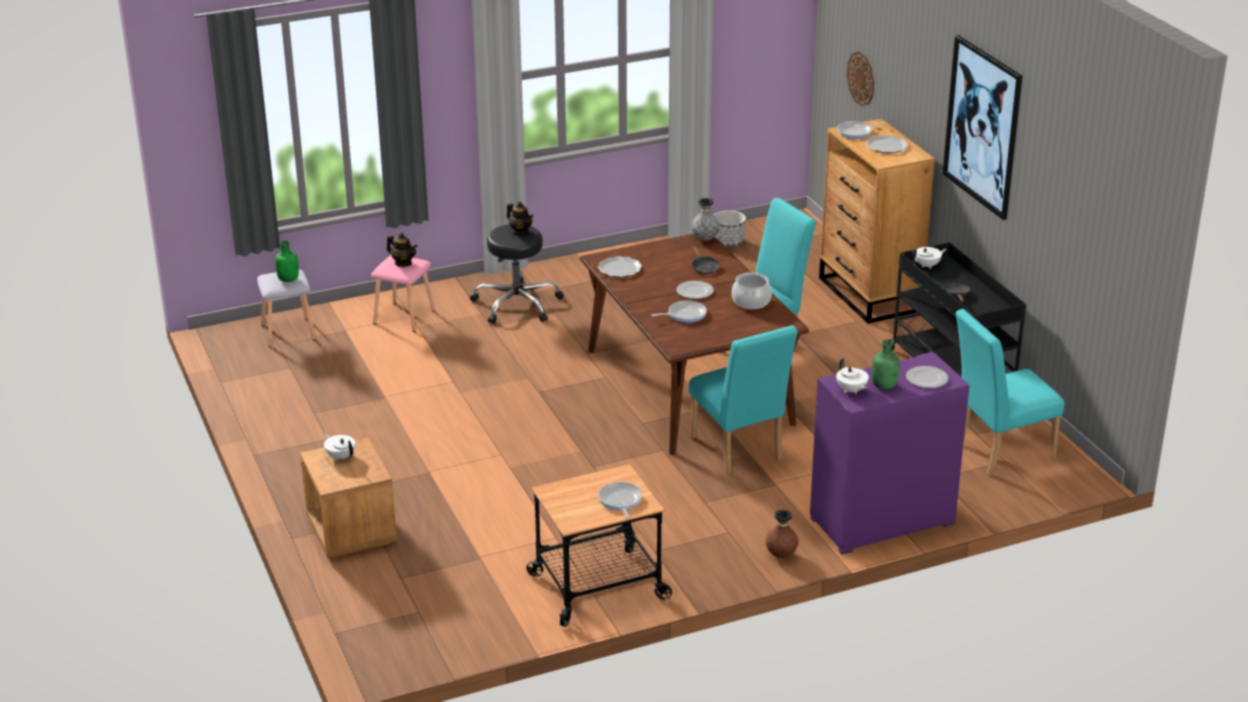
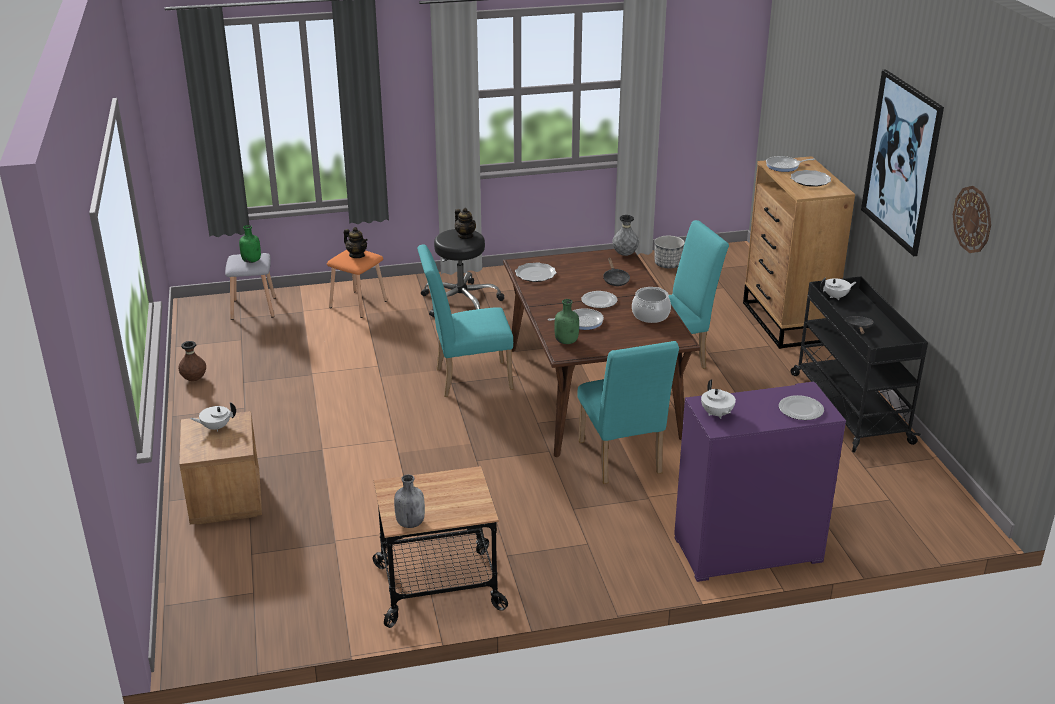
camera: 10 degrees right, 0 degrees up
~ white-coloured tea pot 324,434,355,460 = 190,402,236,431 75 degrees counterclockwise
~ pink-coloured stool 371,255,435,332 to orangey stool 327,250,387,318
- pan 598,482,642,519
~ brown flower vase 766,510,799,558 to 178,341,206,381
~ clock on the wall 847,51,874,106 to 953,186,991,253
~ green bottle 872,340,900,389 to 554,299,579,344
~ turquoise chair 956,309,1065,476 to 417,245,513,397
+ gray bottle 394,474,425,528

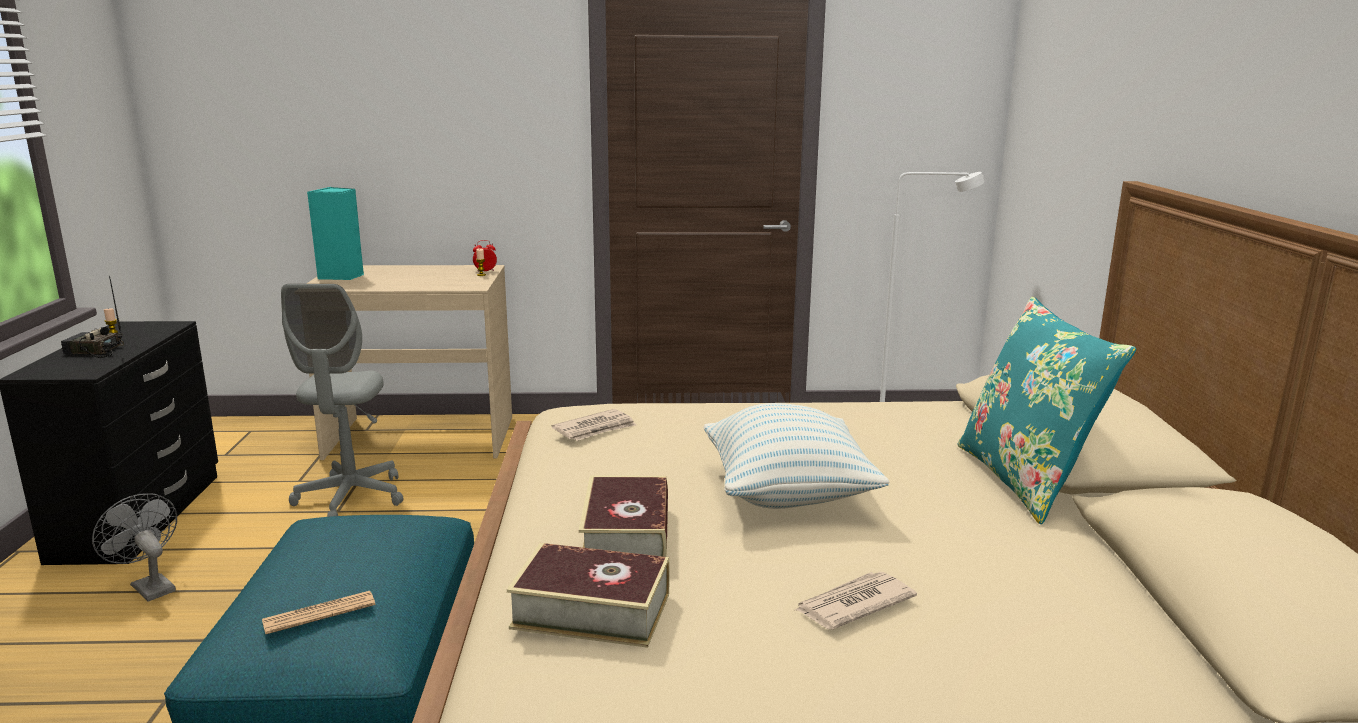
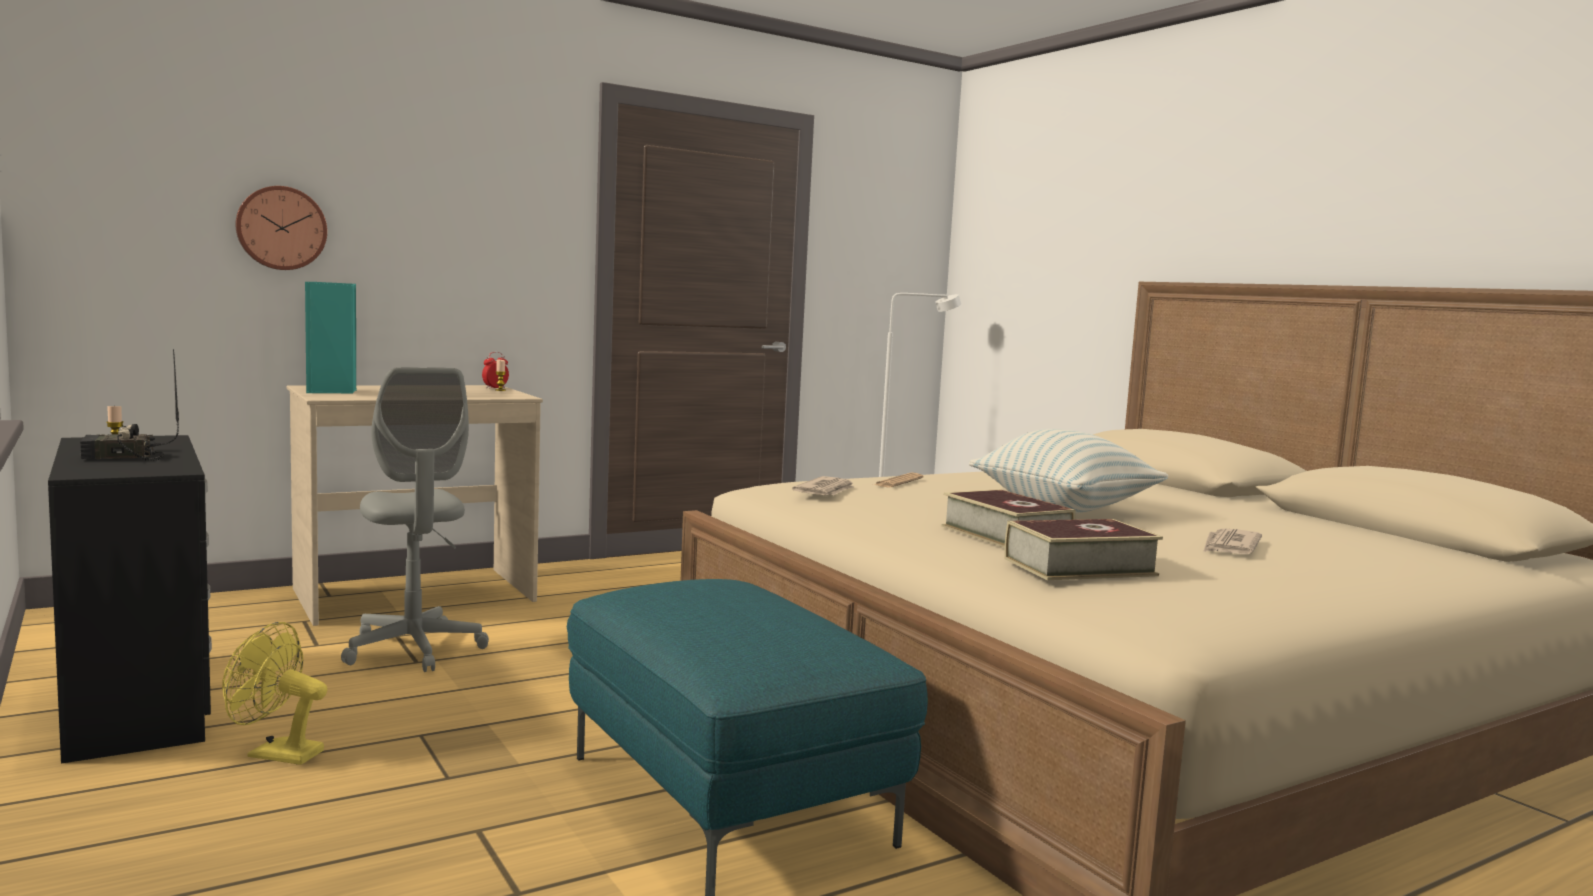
camera: 30 degrees left, 10 degrees down
~ gray electric fan 92,493,177,602 to yellow-coloured electric fan 222,622,328,765
~ newspaper 262,591,375,634 to 874,473,924,488
- turquoise throw pillow 957,297,1136,525
+ clock on the wall 236,186,327,270

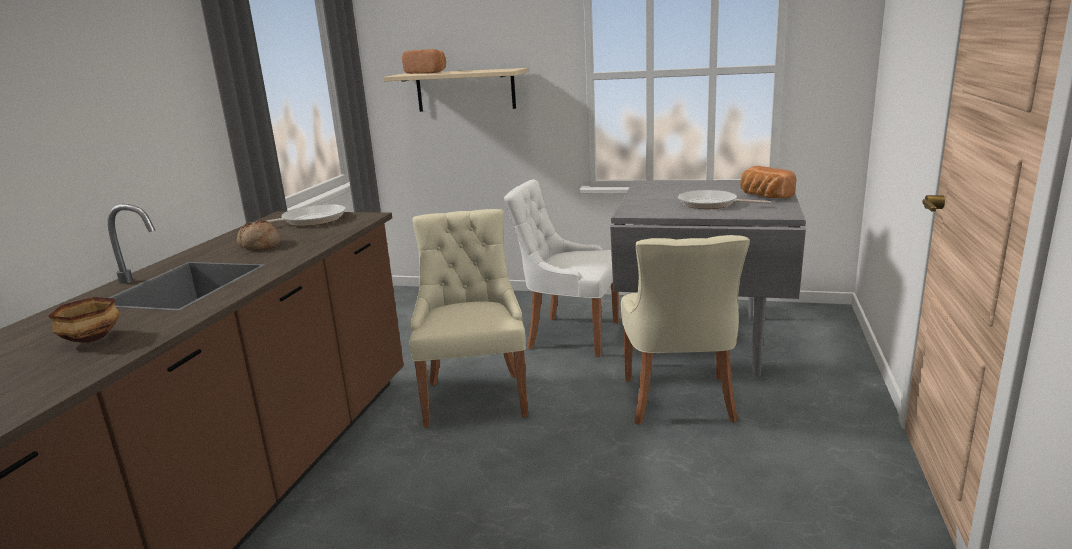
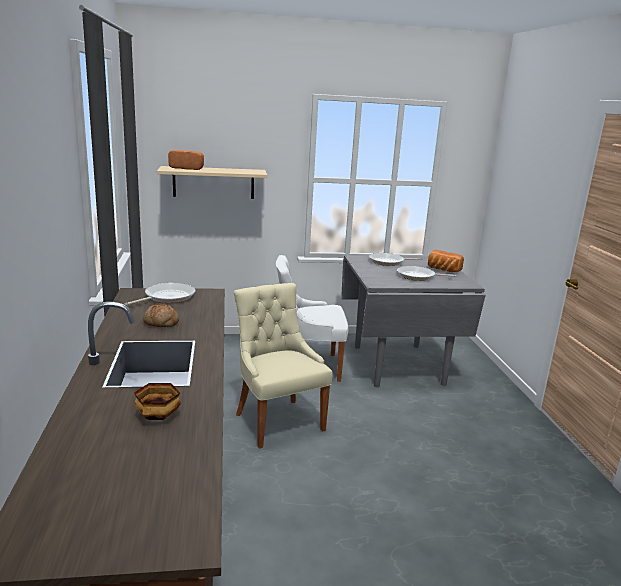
camera: 25 degrees left, 0 degrees up
- beige-coloured chair 621,235,750,425
+ pan 369,253,422,266

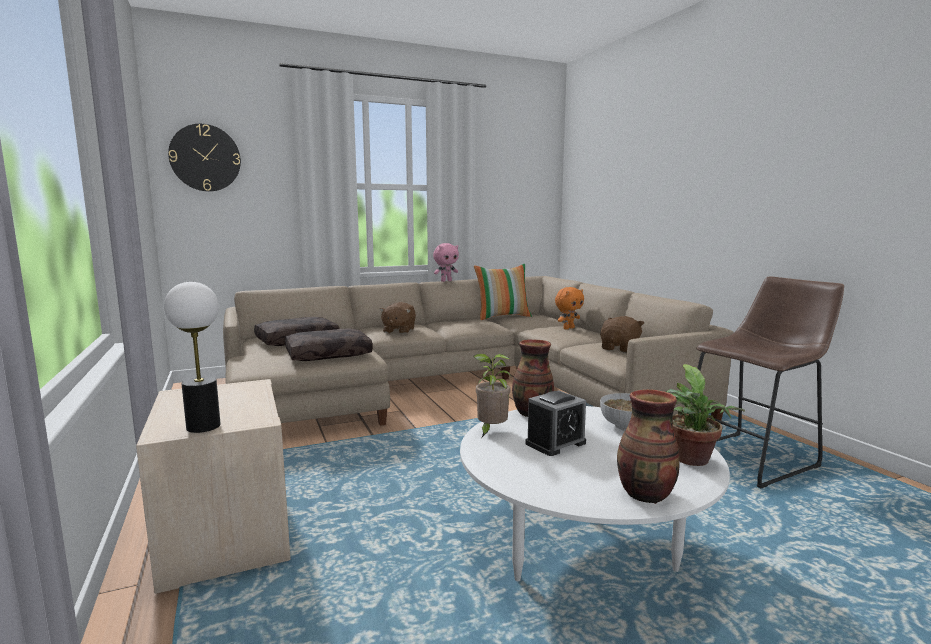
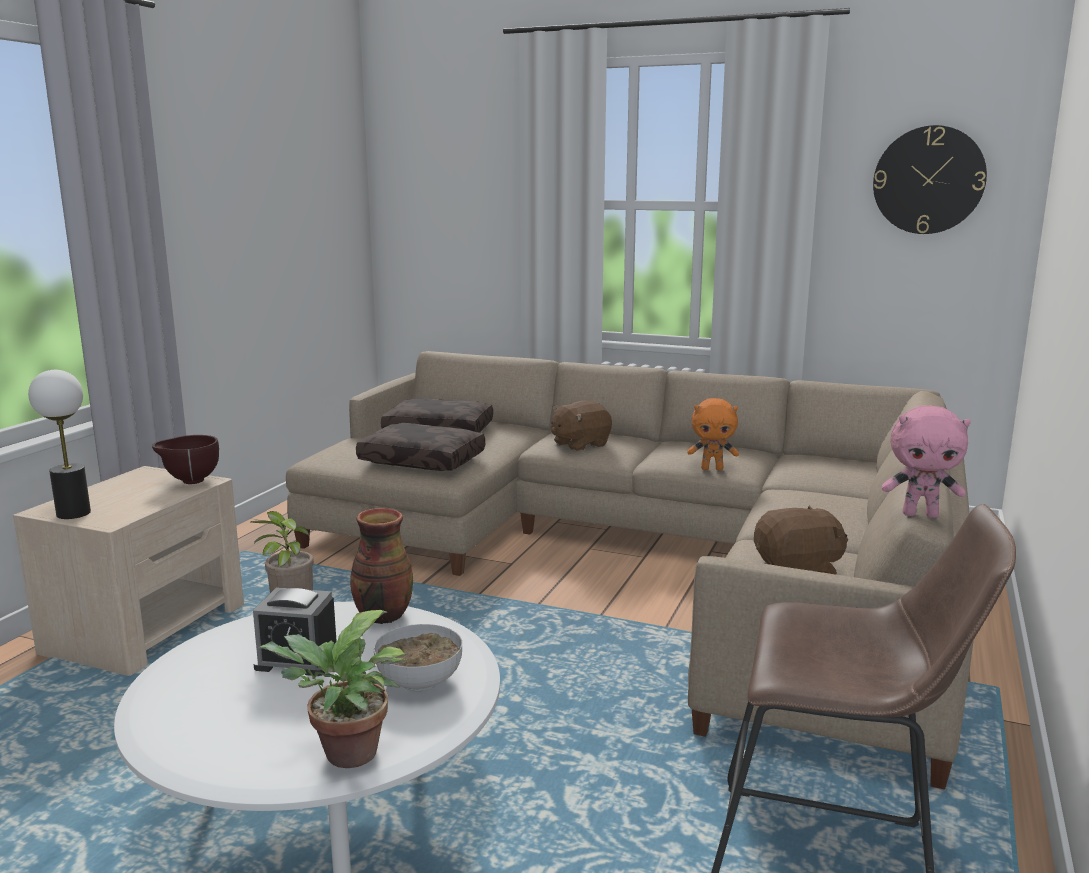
camera: 45 degrees right, 5 degrees up
~ clock on the wall 168,124,241,192 to 873,125,987,234
~ pink-coloured soft toy 433,243,459,282 to 882,405,971,518
- throw pillow 474,264,532,320
~ orangey soft toy 555,287,584,330 to 687,398,739,470
- flower vase 617,389,680,504
+ brown serving bowl 152,435,219,484

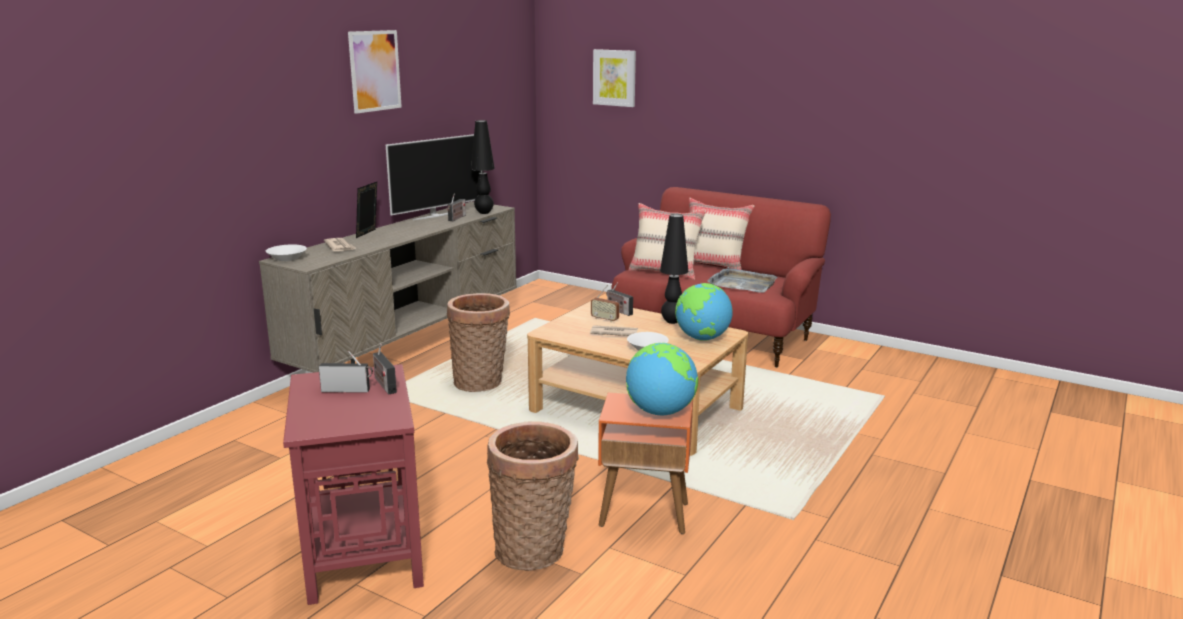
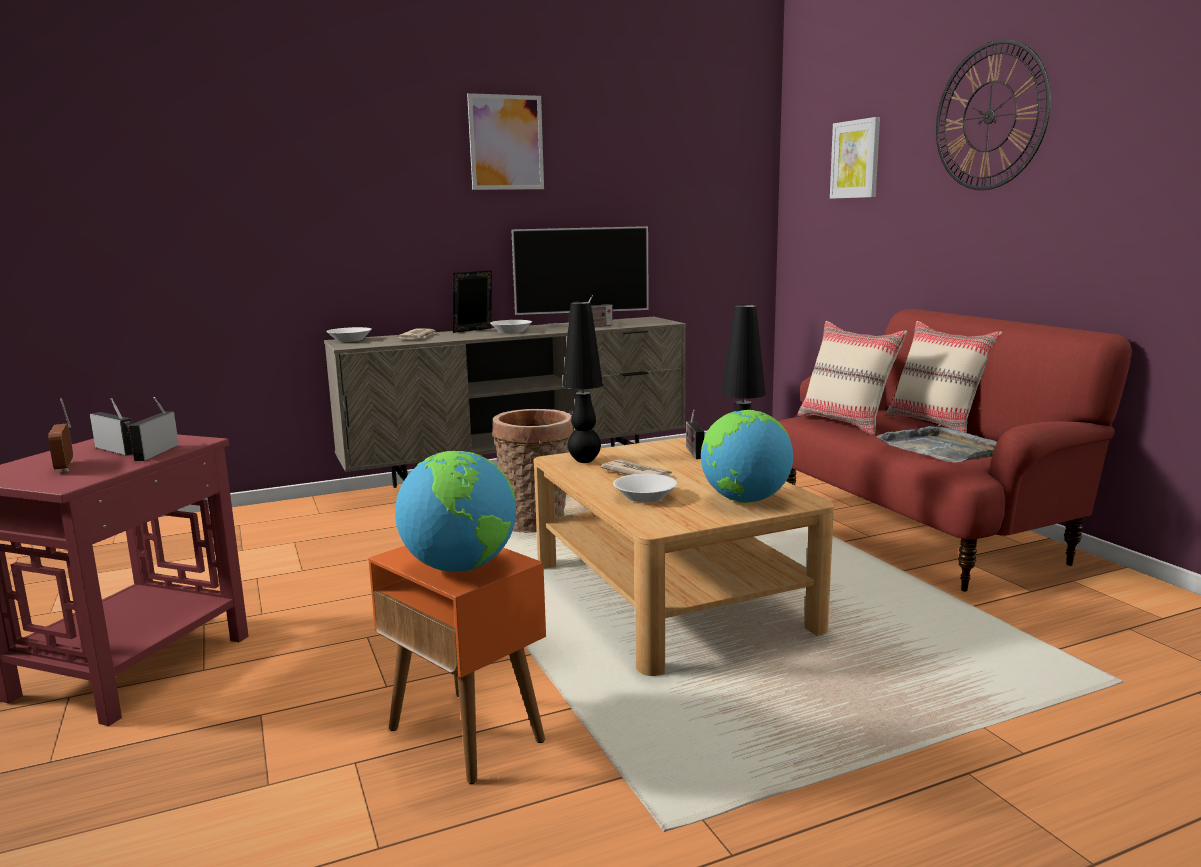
camera: 35 degrees right, 5 degrees down
~ black-coloured tabletop lamp 471,120,495,214 to 562,302,603,463
- basket 487,421,579,571
~ radio 591,285,619,322 to 48,398,73,473
+ white-coloured serving bowl 490,320,532,333
+ clock on the wall 936,39,1051,190

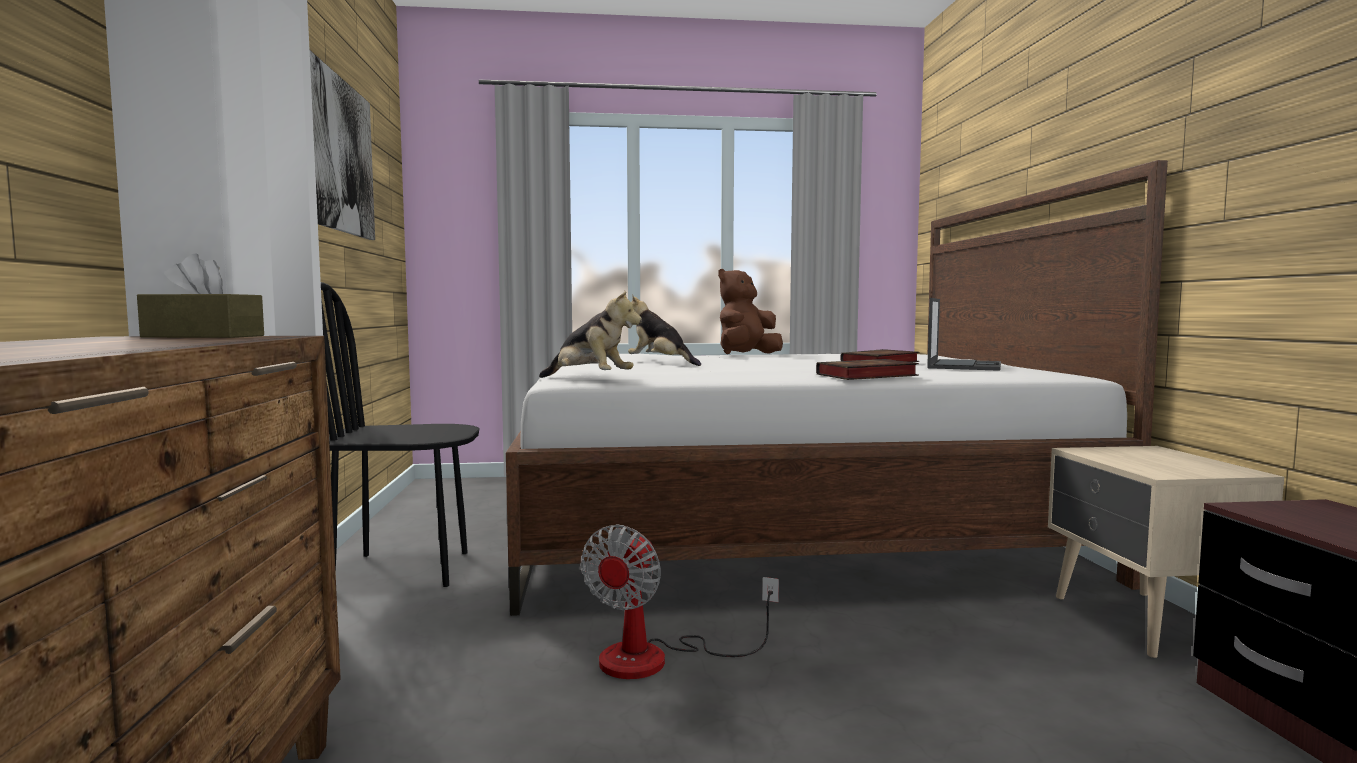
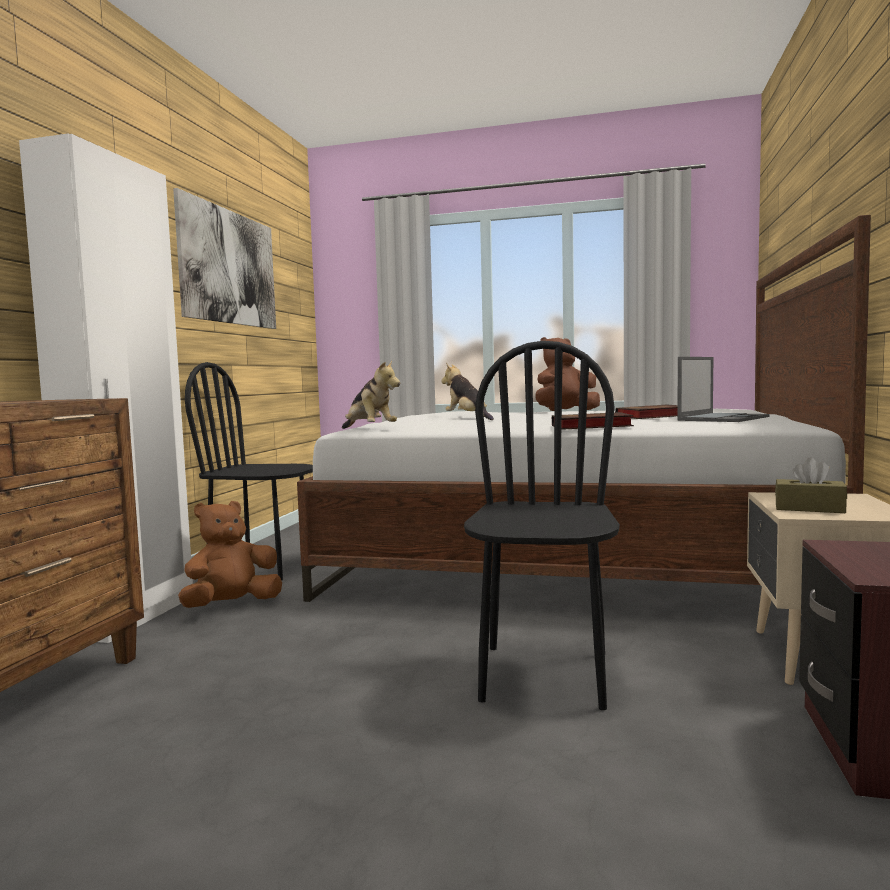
camera: 20 degrees right, 0 degrees up
~ brown tissue box 137,253,264,338 to 775,457,847,513
- electric fan 581,524,779,679
+ brown soft toy 178,501,282,608
+ black-coloured chair 464,341,620,710

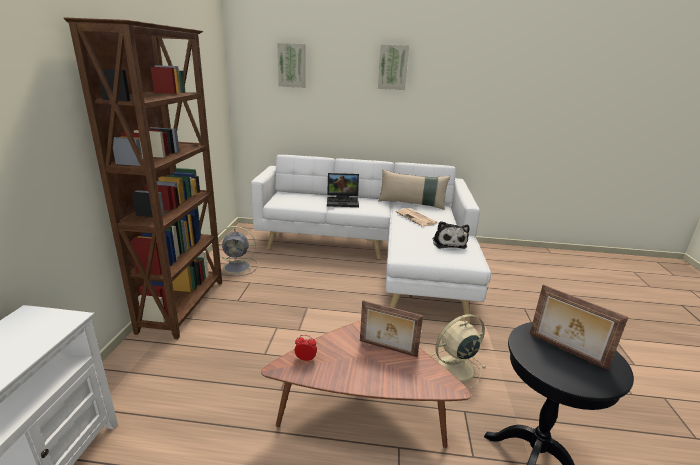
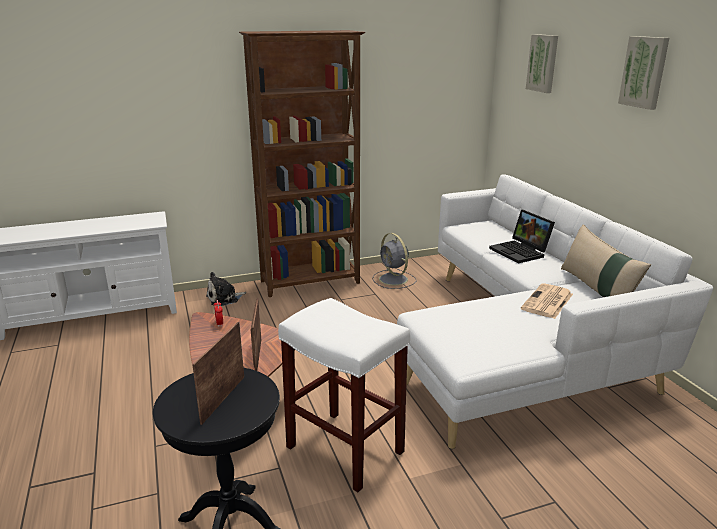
camera: 65 degrees right, 0 degrees up
~ beige-coloured electric fan 431,314,486,389 to white-coloured stool 278,298,410,492
~ soft toy 432,221,469,249 to 206,272,247,306

